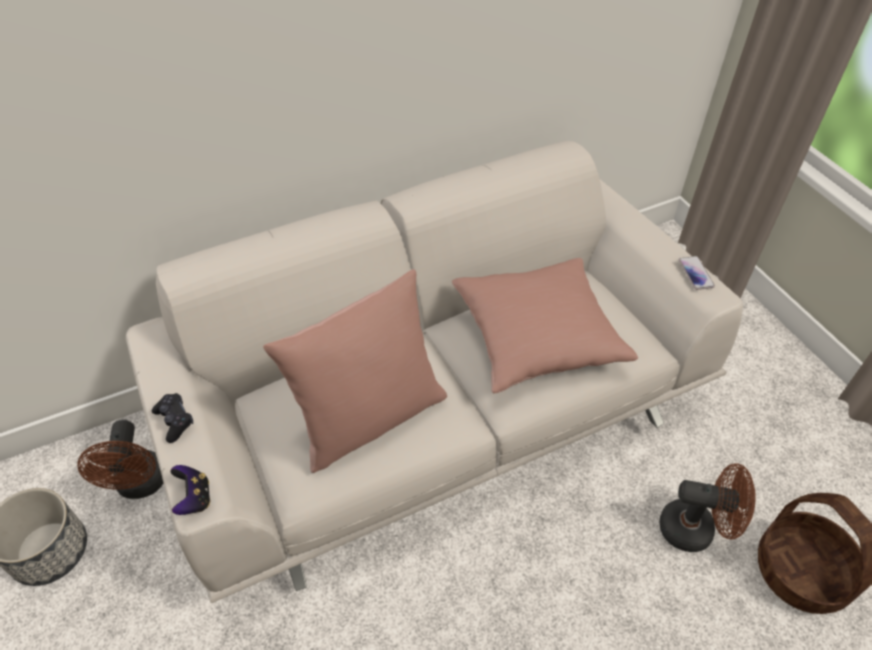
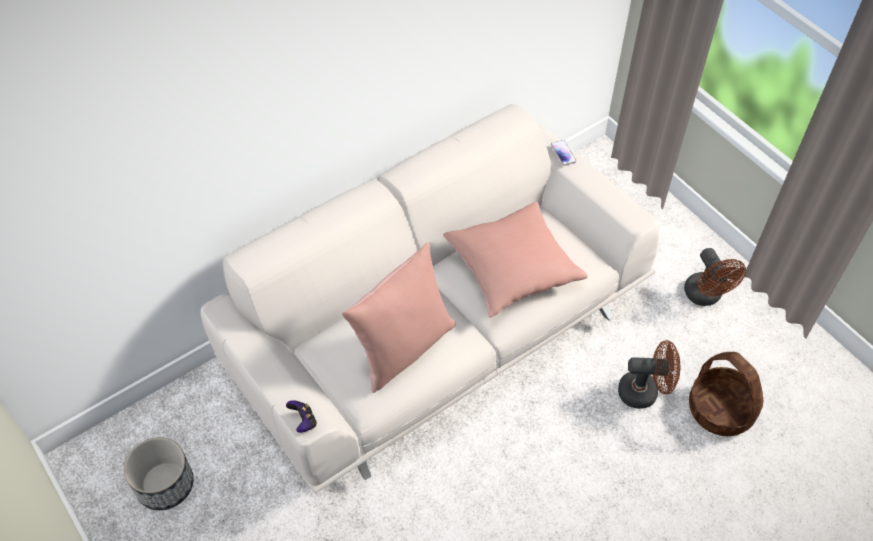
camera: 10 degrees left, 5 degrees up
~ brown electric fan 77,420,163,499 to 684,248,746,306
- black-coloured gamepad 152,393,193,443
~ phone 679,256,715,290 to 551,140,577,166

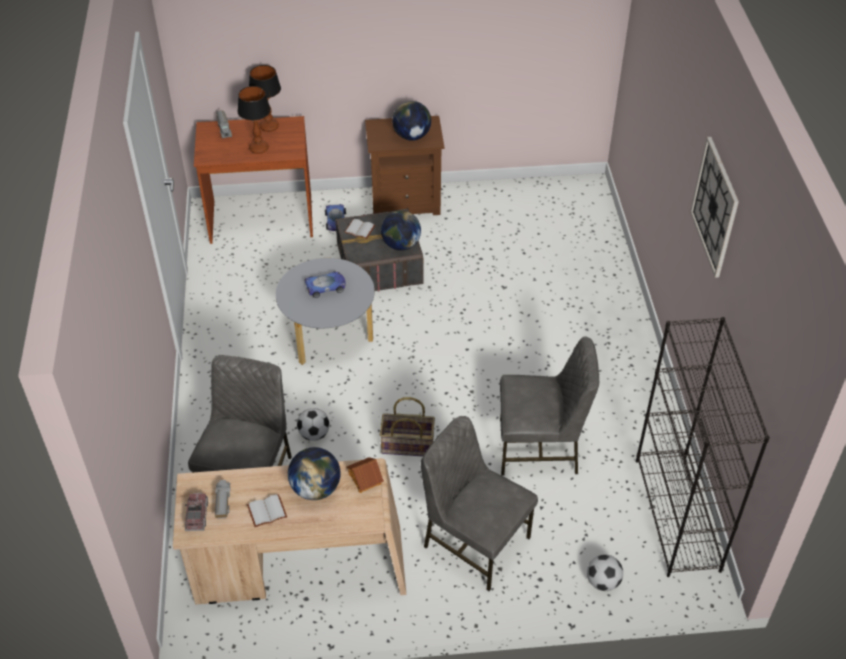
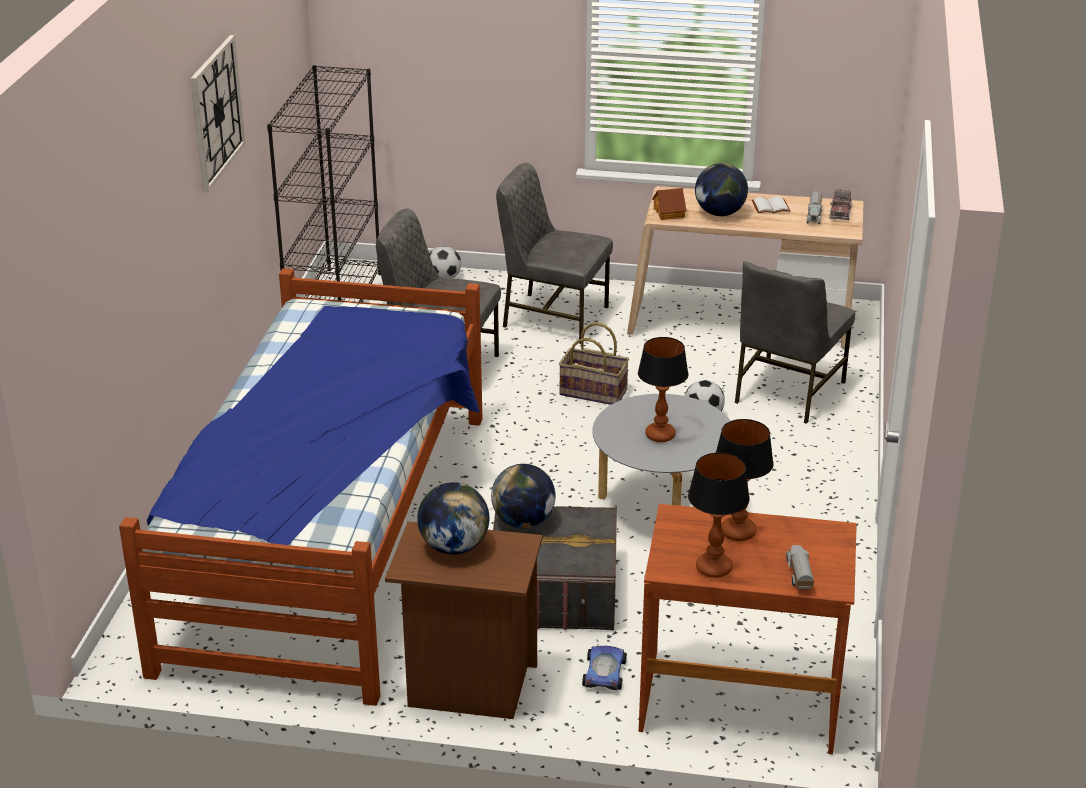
camera: 165 degrees left, 15 degrees down
~ miniature car 304,272,346,298 to tabletop lamp 638,337,688,442
- white-coloured bound book 344,219,375,239
~ gray chair 421,416,538,591 = 496,163,613,344 150 degrees clockwise
+ sleeping bed 119,268,482,706

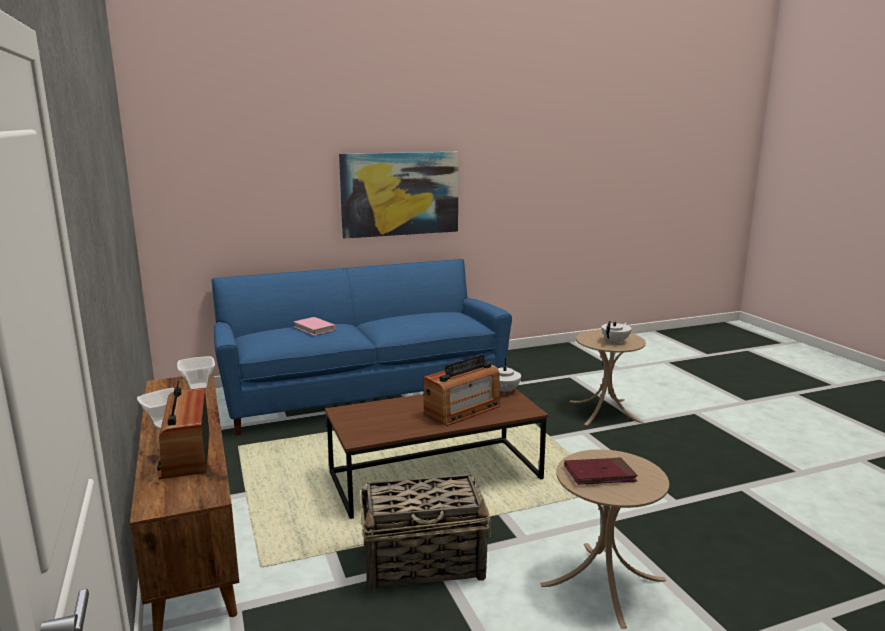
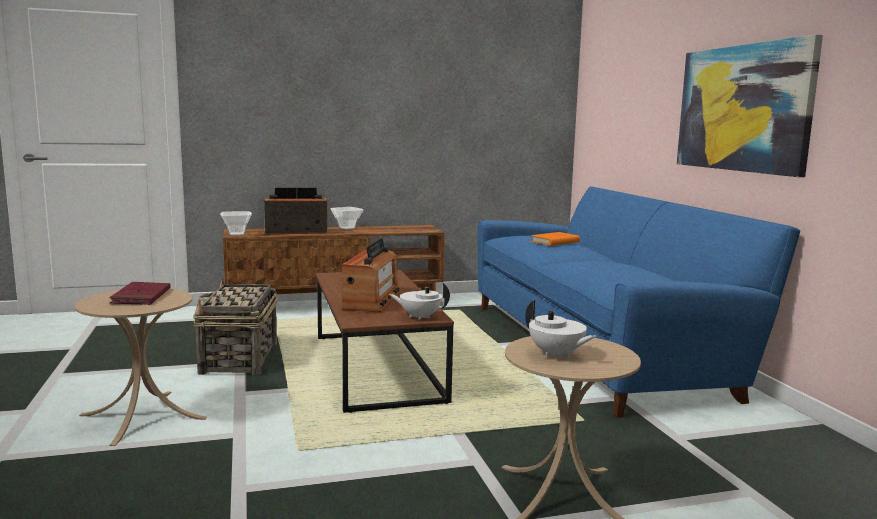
camera: 95 degrees right, 5 degrees down
~ serving bowl 177,356,215,389 to 220,211,252,236
~ pink-coloured bound book 294,317,336,336 to orangey bound book 531,232,580,246
~ radio 423,355,500,426 = 342,238,400,313 135 degrees counterclockwise

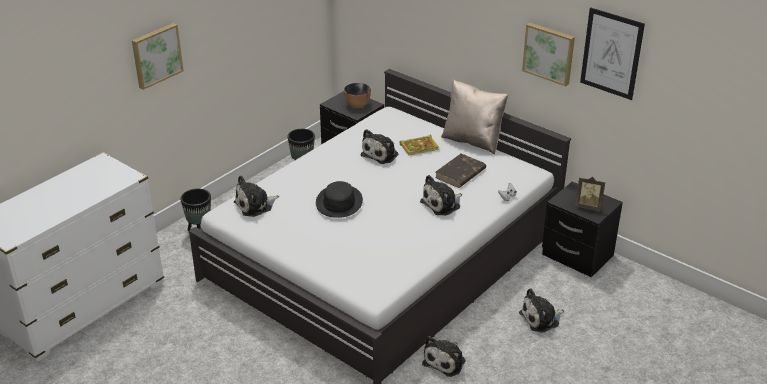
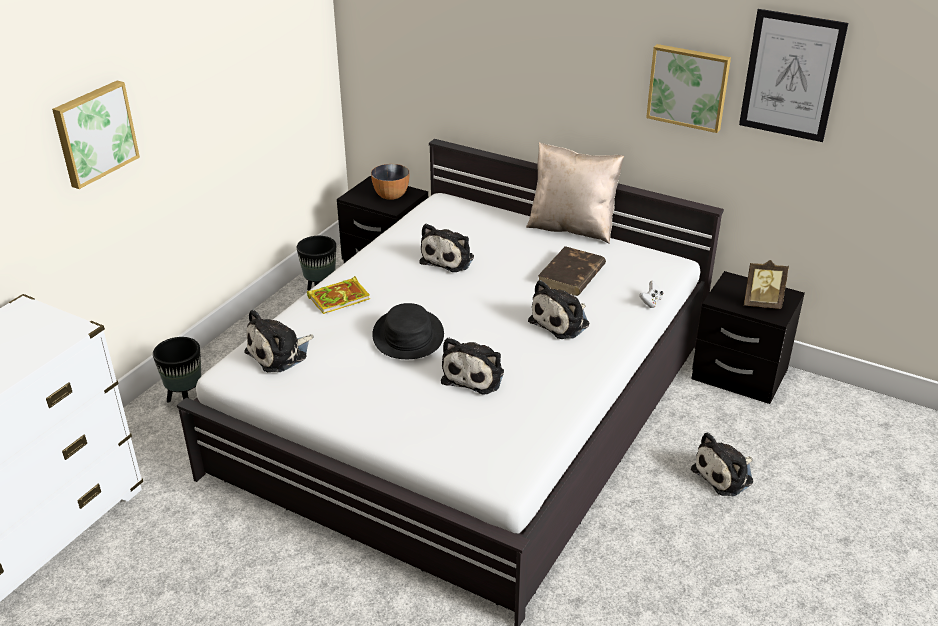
camera: 10 degrees left, 0 degrees up
~ bound book 399,134,439,156 to 307,276,370,314
~ soft toy 422,336,466,377 to 441,338,504,394

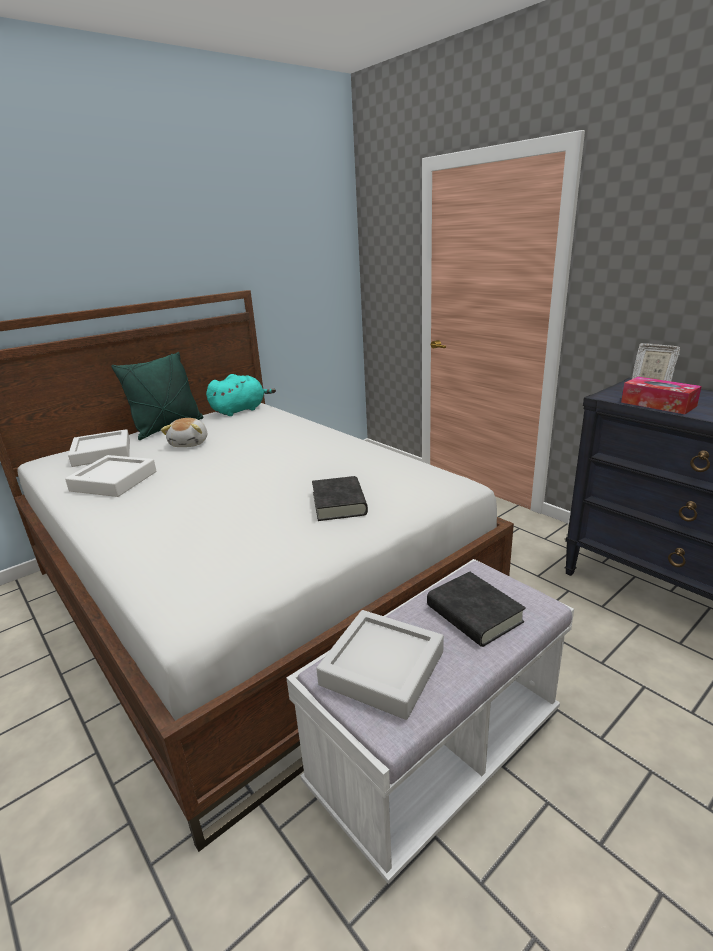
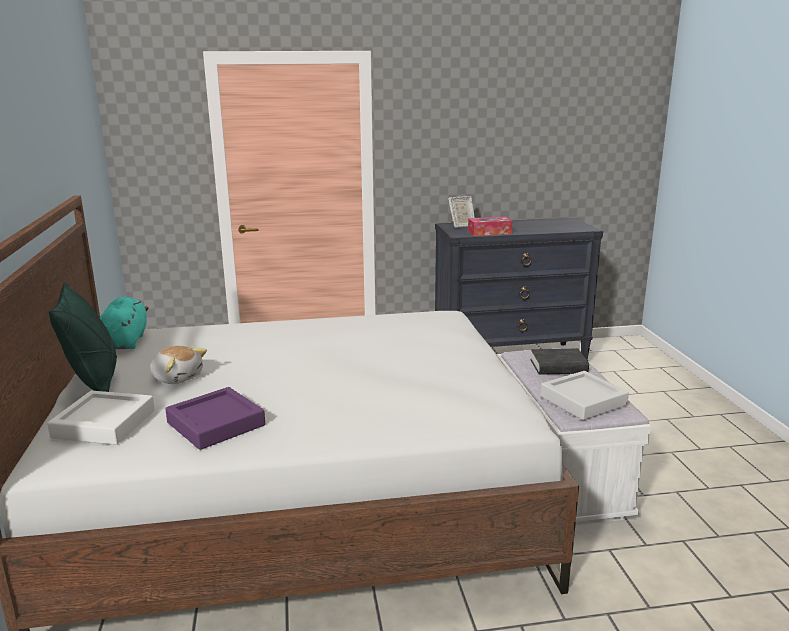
camera: 60 degrees left, 5 degrees down
~ white-coloured serving tray 65,455,156,497 to purple-coloured serving tray 165,387,265,450
- black-coloured bound book 312,476,368,521

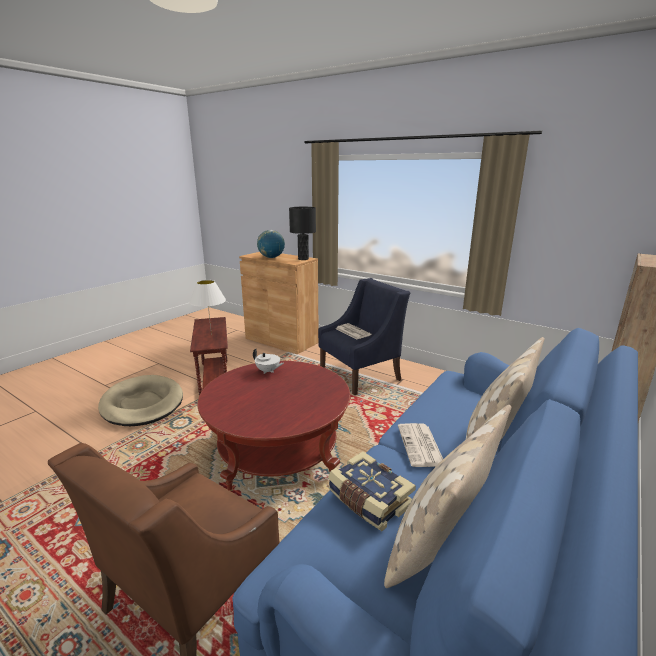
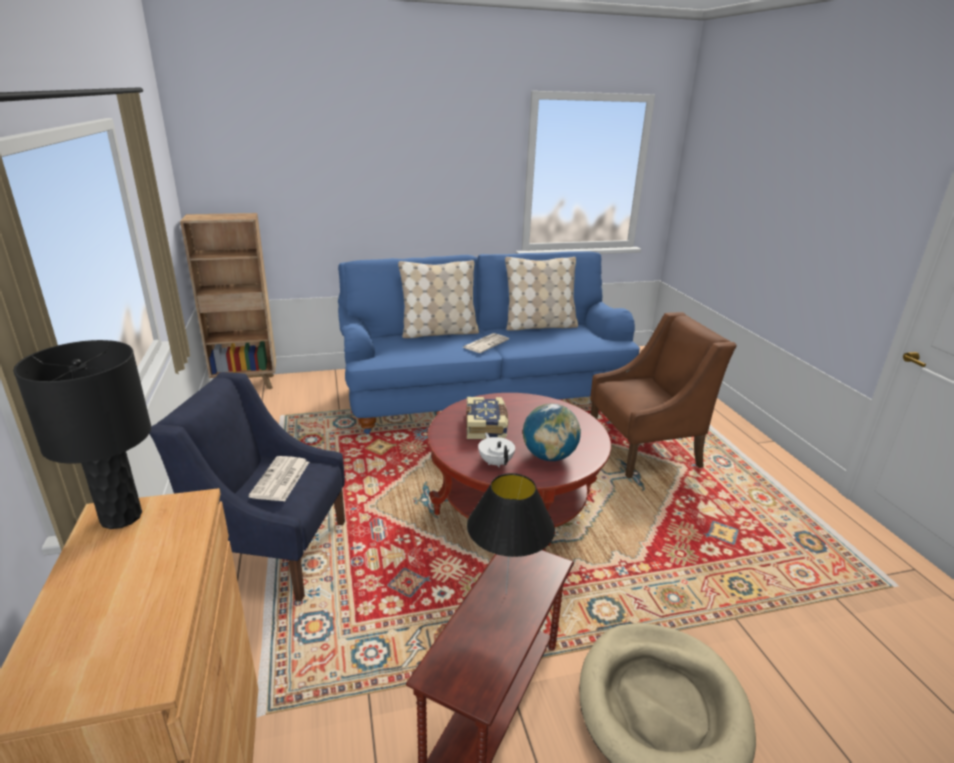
camera: 140 degrees left, 5 degrees up
~ white-coloured tabletop lamp 189,280,226,336 to black-coloured tabletop lamp 467,473,555,595
~ desk globe 257,230,285,258 to 523,403,581,461
~ bound book 328,451,416,531 to 466,397,509,439

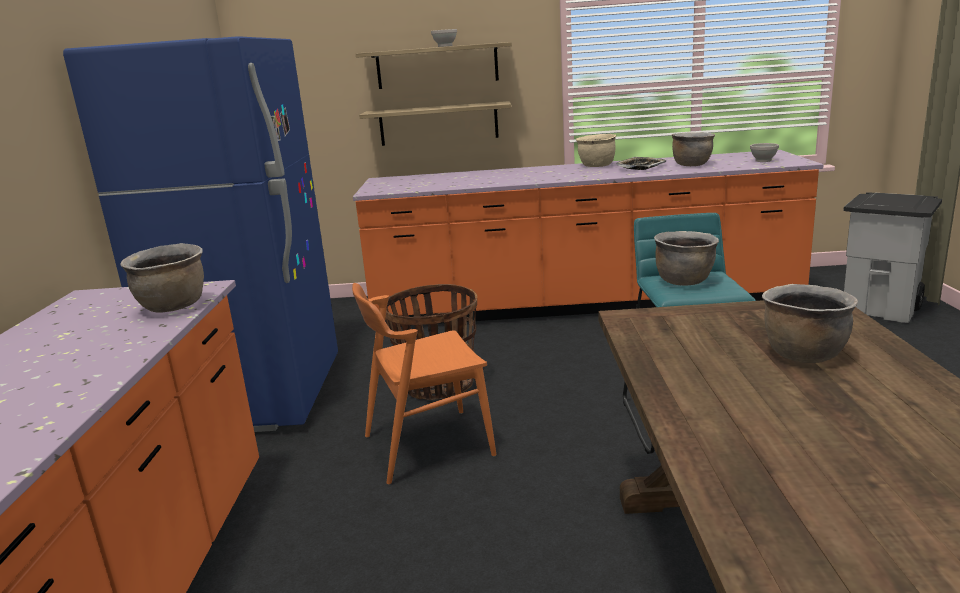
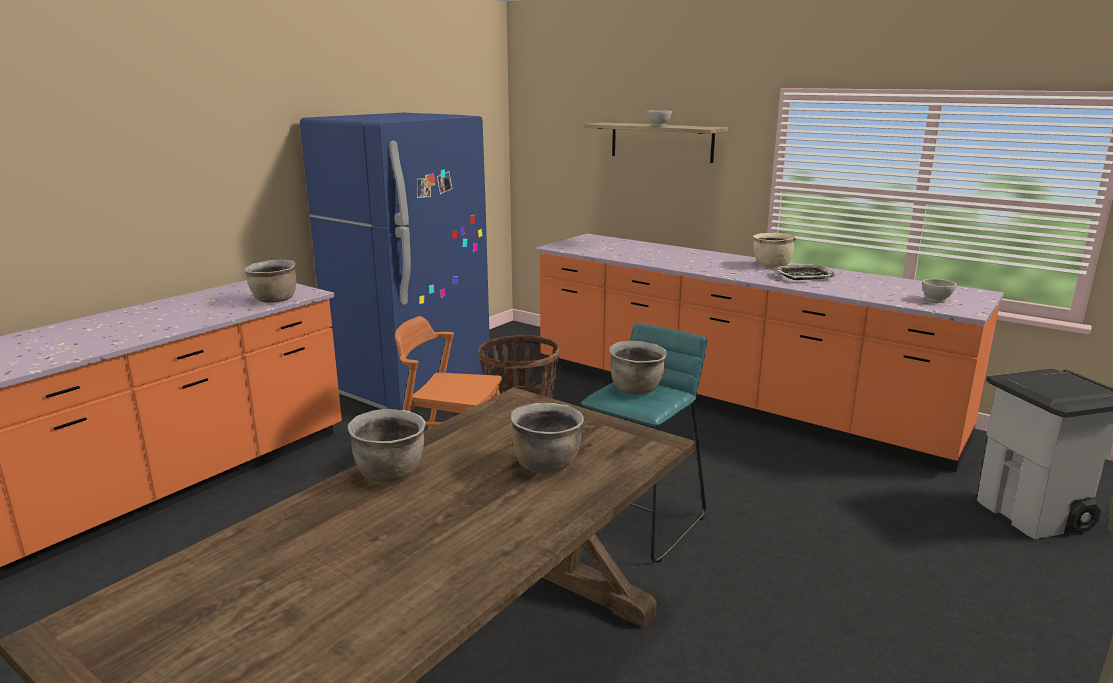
camera: 35 degrees right, 0 degrees up
- wall shelf 359,101,511,146
~ brown cooking pot 672,132,715,166 to 348,409,426,482

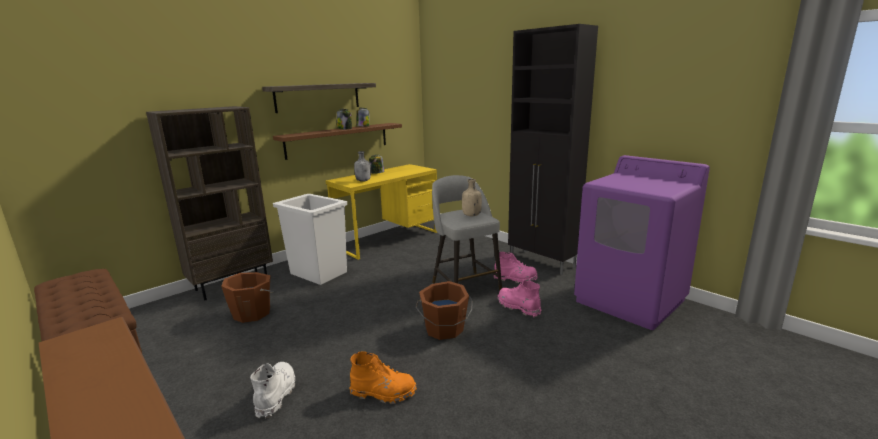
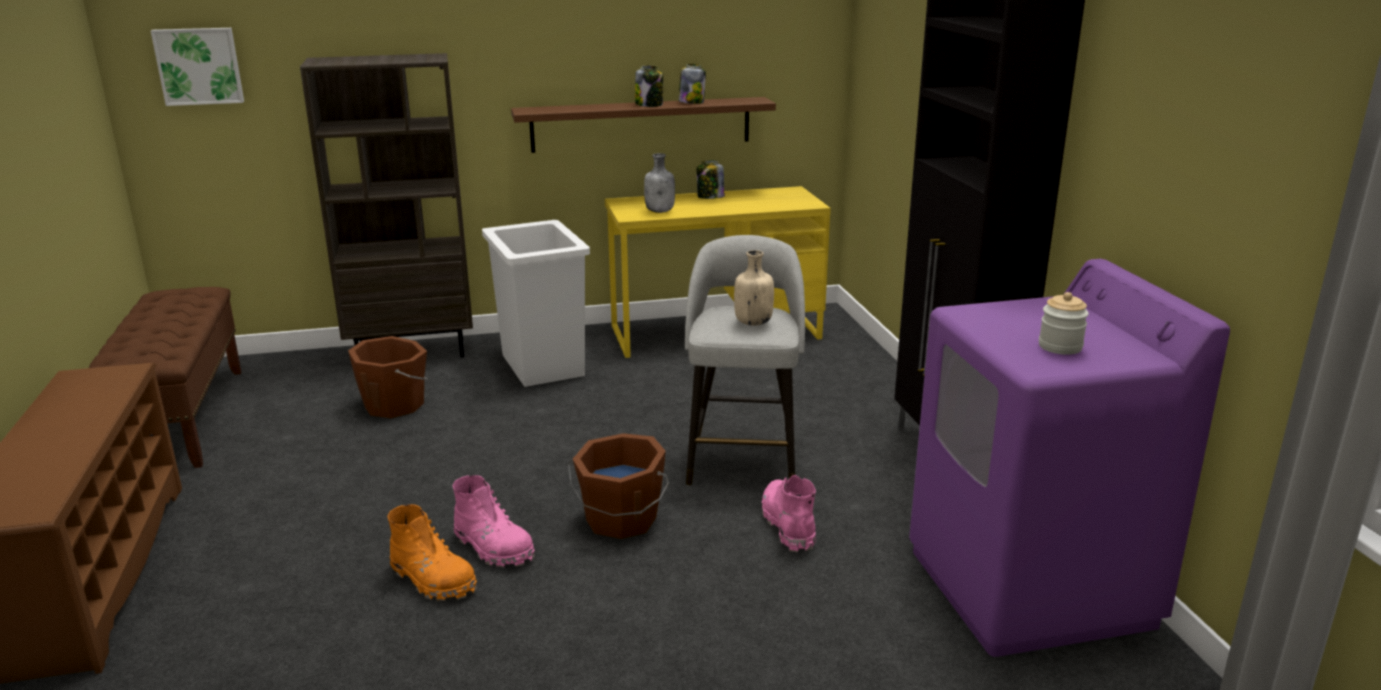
camera: 30 degrees right, 5 degrees up
- white-coloured high-top boot 250,362,295,418
- wall shelf 262,83,376,113
~ pink-coloured high-top boot 494,252,538,283 to 453,475,535,567
+ wall picture 151,28,244,106
+ preserve jar 1039,292,1089,355

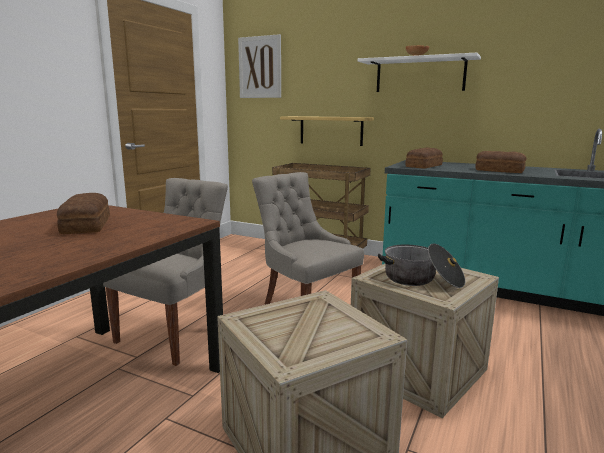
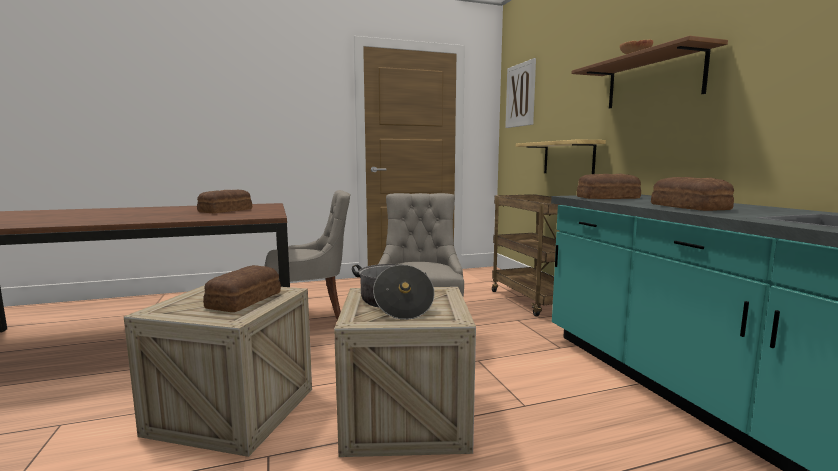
camera: 45 degrees right, 5 degrees down
~ white-coloured wall shelf 357,53,481,92 to brown wall shelf 572,36,728,108
+ baked bread 203,265,281,312

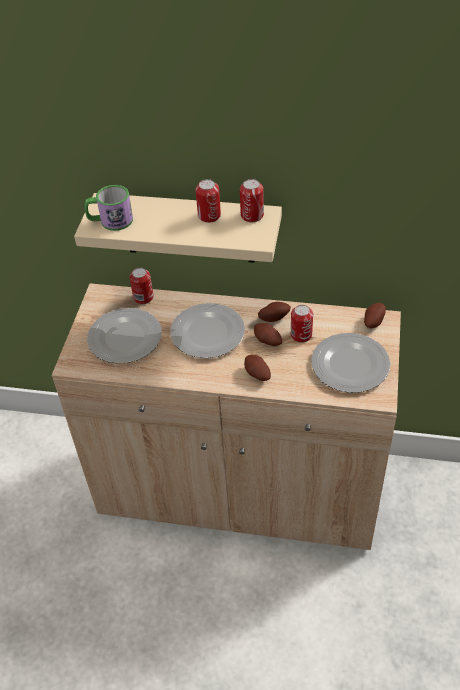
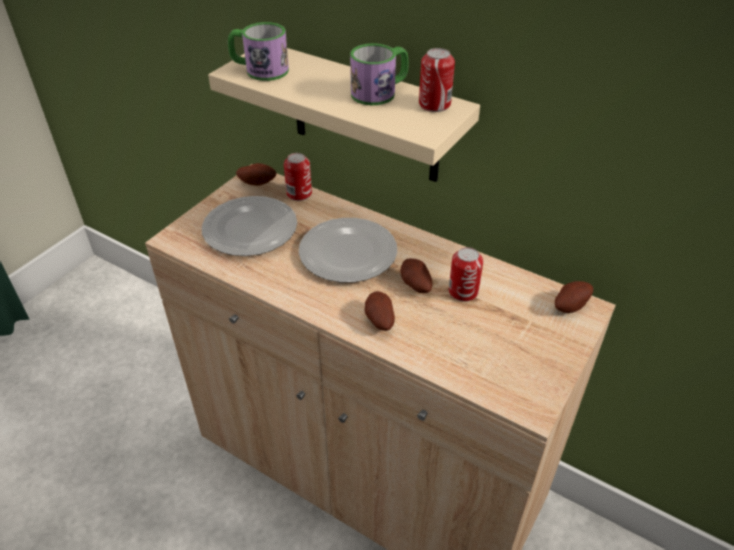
camera: 20 degrees right, 5 degrees down
~ sealed can 196,179,221,223 to tea mug 350,43,409,105
~ spud 258,302,291,322 to 236,163,276,185
- flat dish 311,333,390,393

